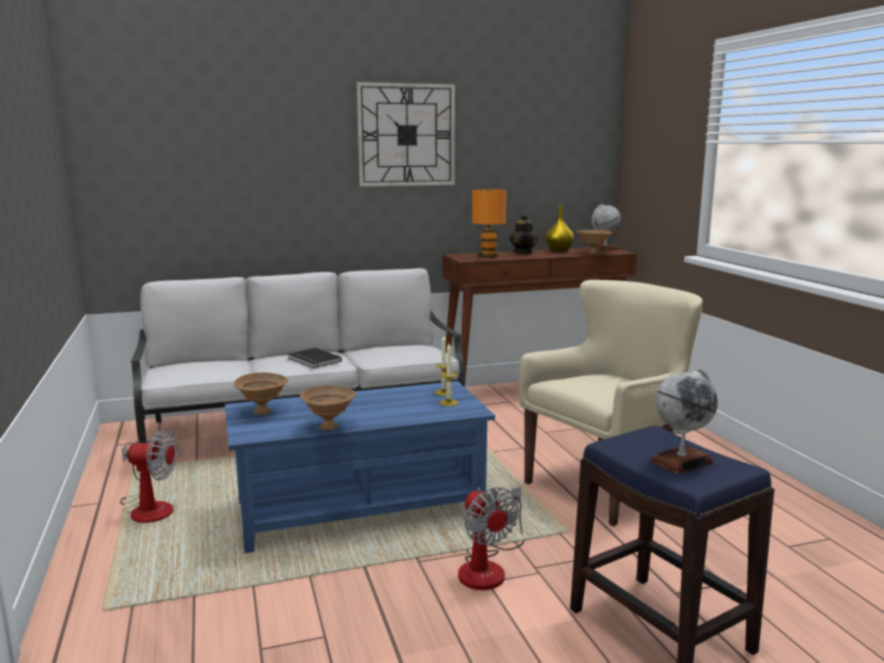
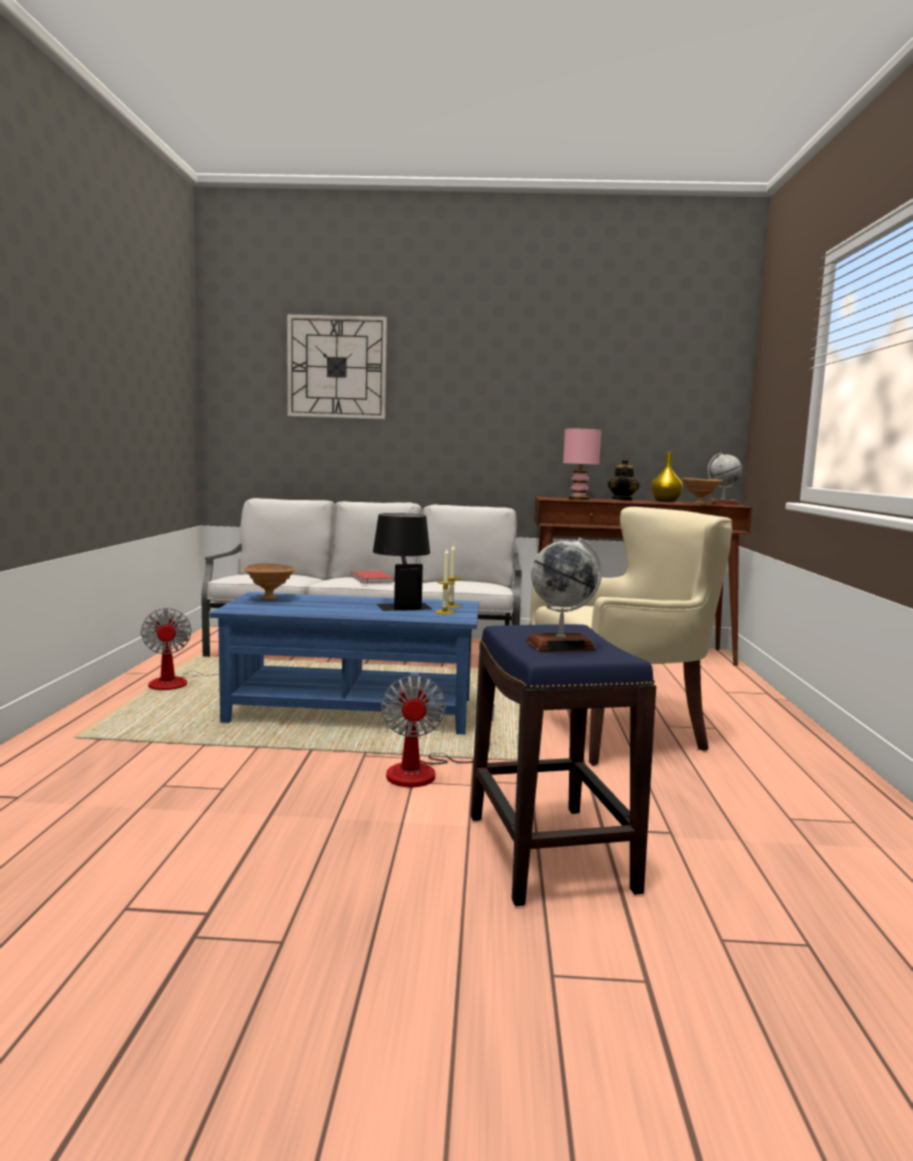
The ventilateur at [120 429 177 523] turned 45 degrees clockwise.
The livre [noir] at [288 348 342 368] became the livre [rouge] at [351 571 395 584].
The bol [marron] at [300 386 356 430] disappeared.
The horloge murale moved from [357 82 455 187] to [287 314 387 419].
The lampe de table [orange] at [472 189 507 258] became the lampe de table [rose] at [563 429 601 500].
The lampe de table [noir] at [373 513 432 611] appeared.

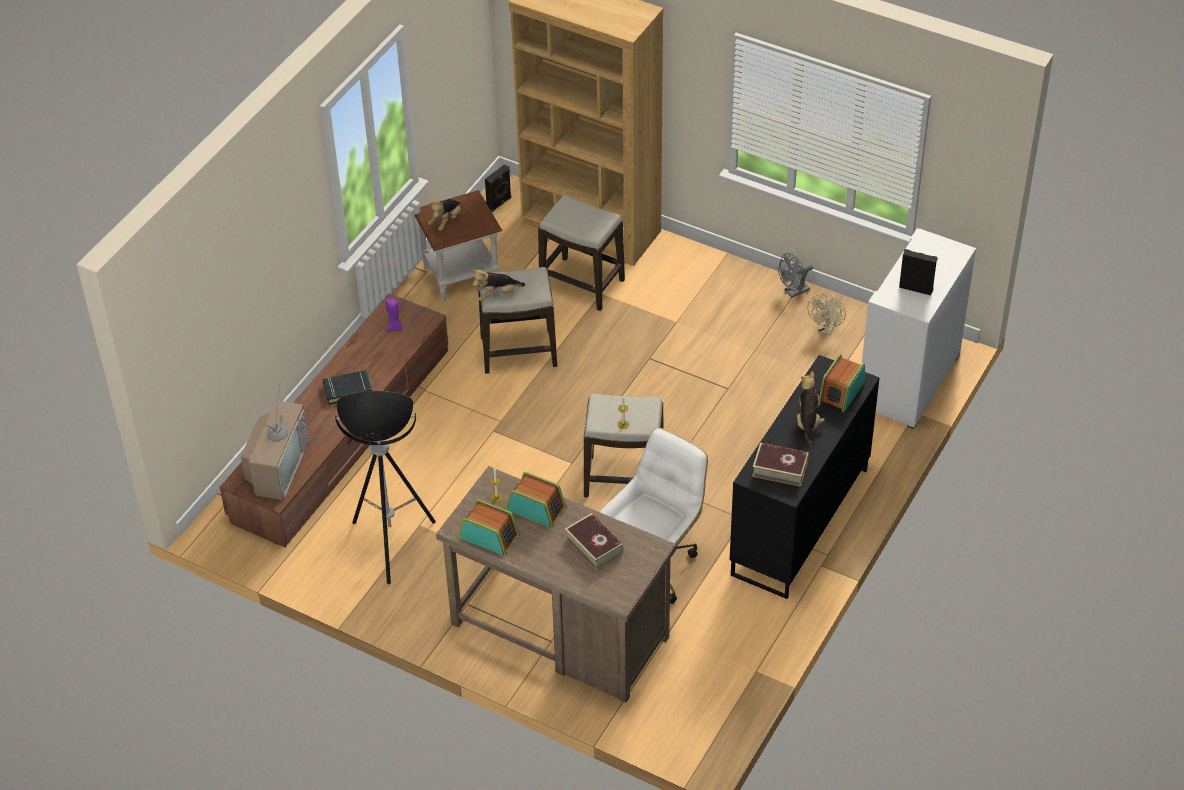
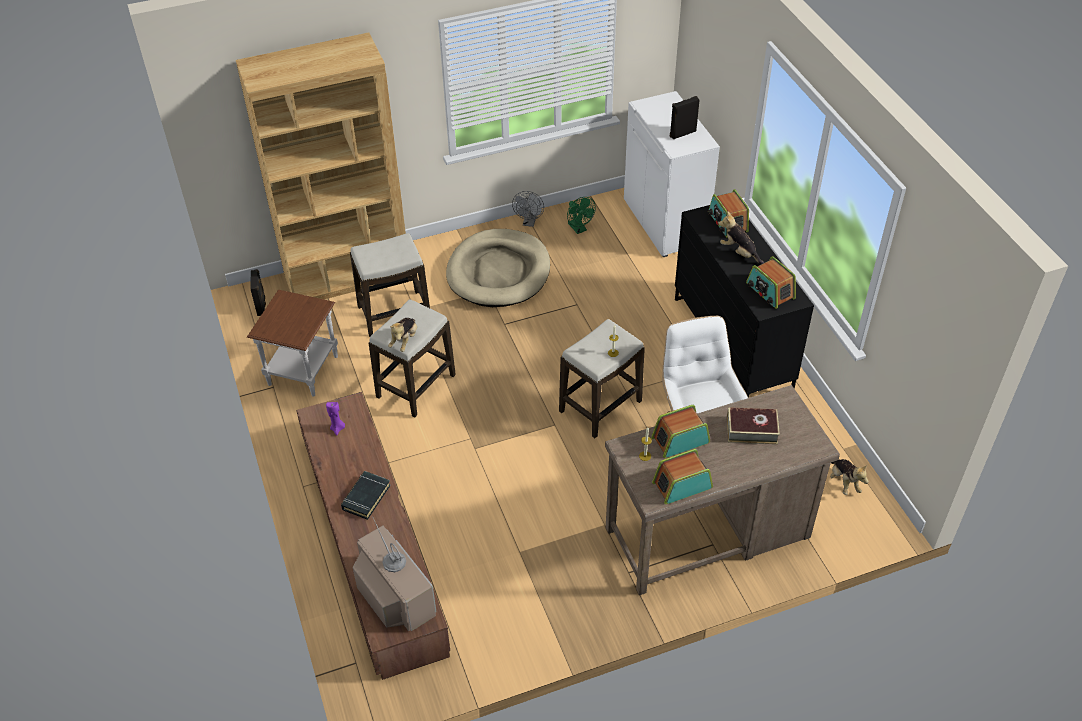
The lampadaire at [334 391 436 584] disappeared.
The peluche moved from [428 199 462 231] to [830 459 868 495].
The livre at [752 442 809 487] was replaced by the radio at [746 256 796 309].
The ventilateur [beige] at [808 294 846 335] became the ventilateur [vert] at [567 197 596 234].
The panier pour chien [beige] at [446 229 550 307] appeared.

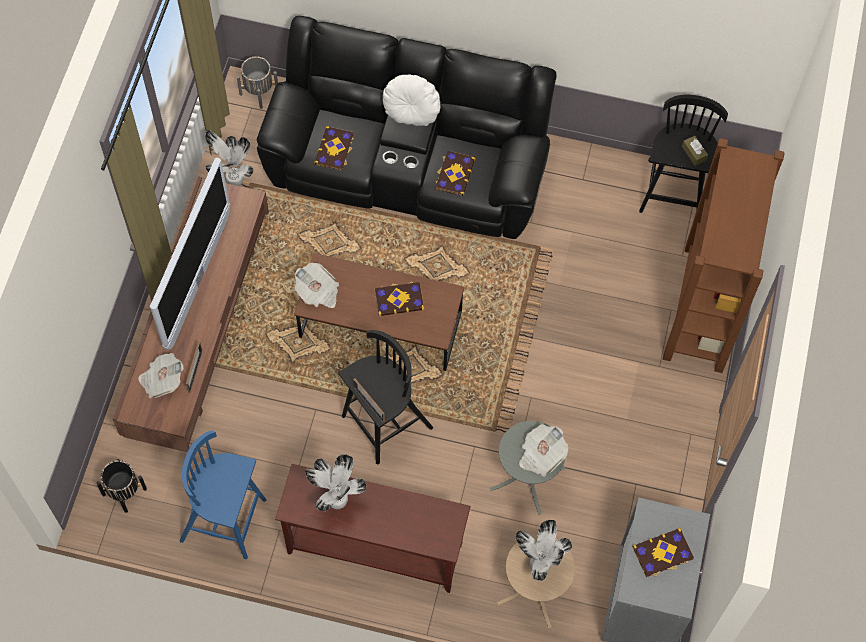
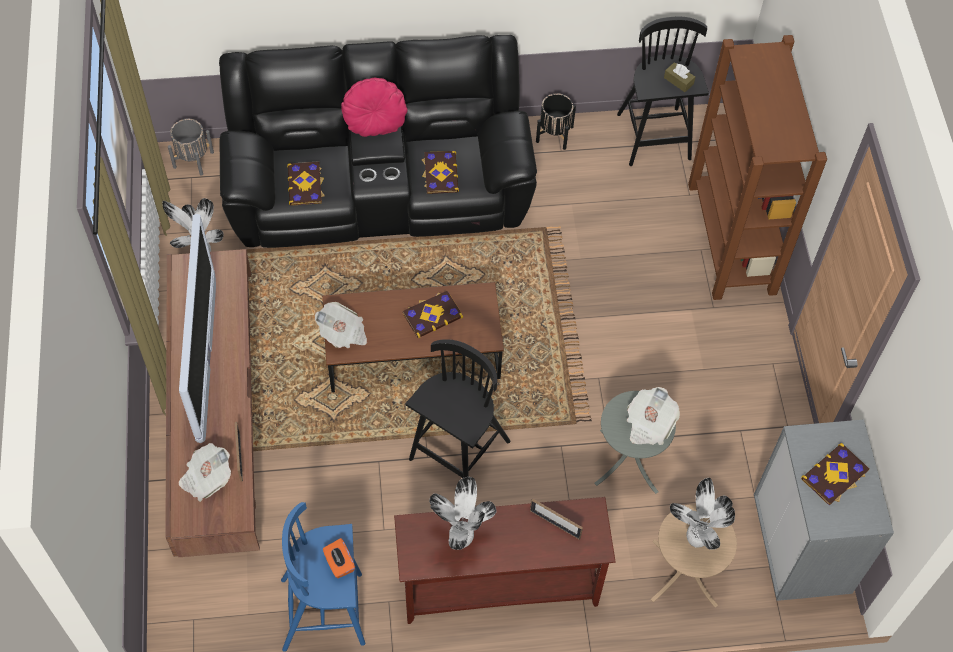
The cache-pot [noir] moved from [96 459 147 513] to [536 93 576 150].
The cadre photo moved from [353 378 385 423] to [530 498 583 540].
The coussin [blanc] at [383 74 441 126] became the coussin [rose] at [341 78 408 137].
The boîte à mouchoirs [orange] at [323 538 355 578] appeared.

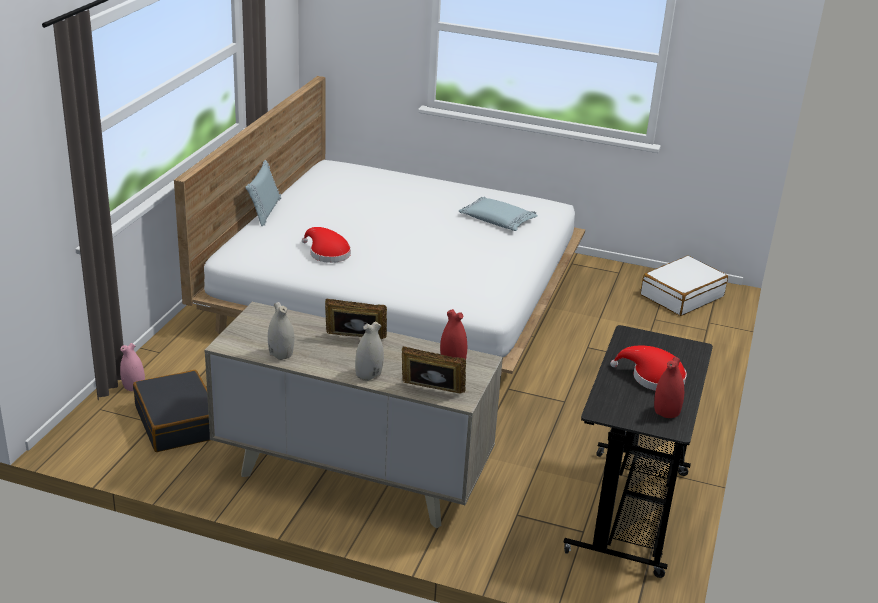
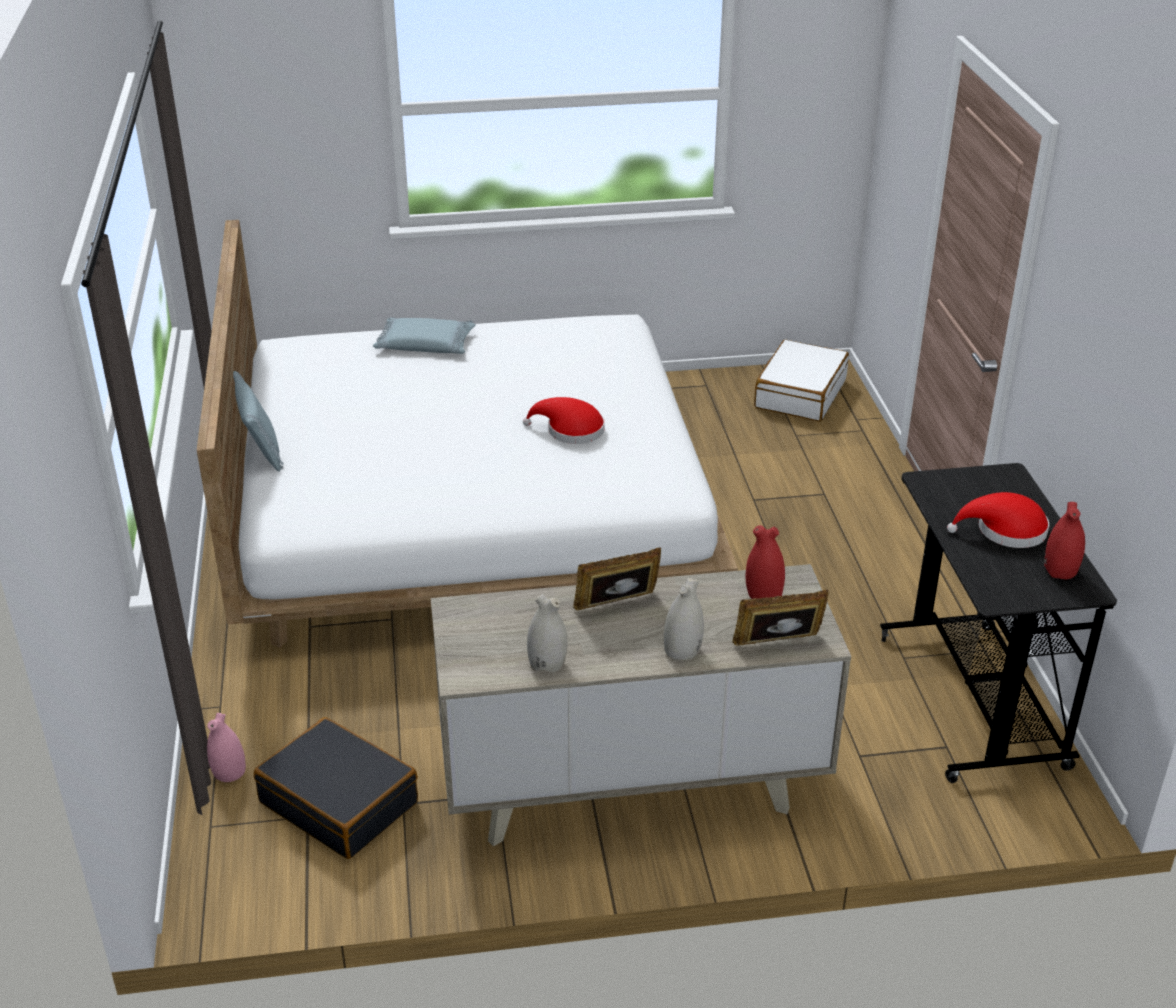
The chapeau [rouge] moved from [302 227 351 263] to [523 397 605 444].
The coussin [bleu] moved from [459 196 538 231] to [373 317 476 354].

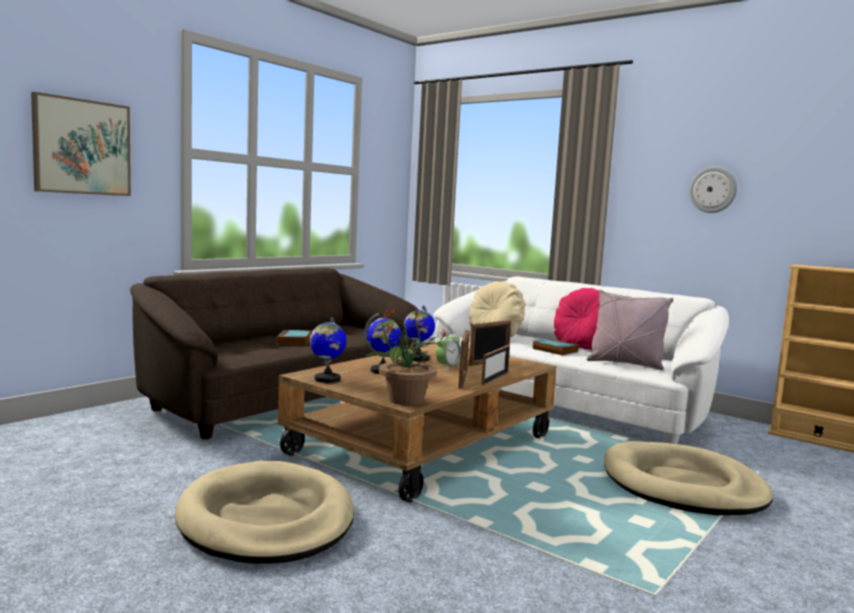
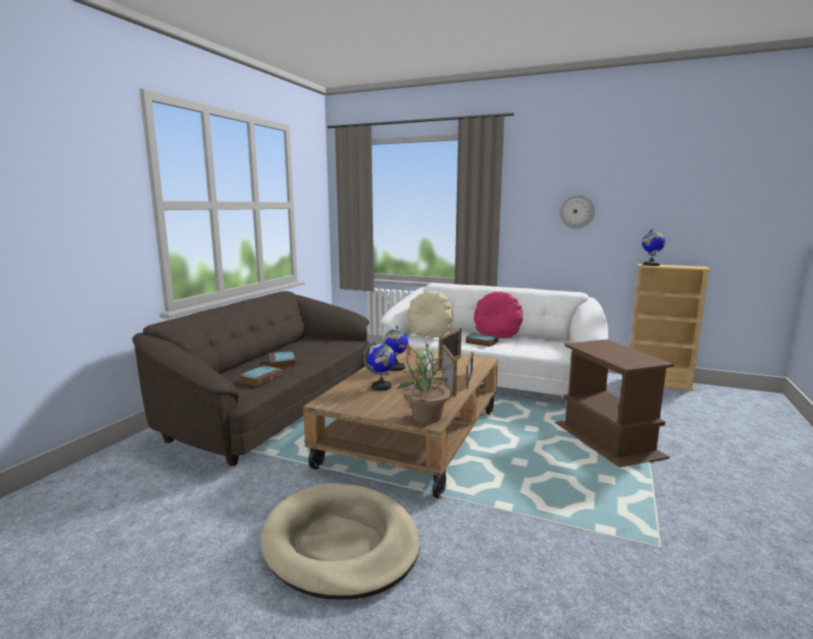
The tableau at [31 92 131 196] disappeared.
The globe moved from [309 317 347 383] to [642 229 665 266].
The coussin [violet] at [587 290 673 370] disappeared.
The panier pour chien [beige] at [604 441 773 515] was replaced by the table d'appoint [marron] at [555 339 674 467].
The livre at [239 365 283 387] appeared.

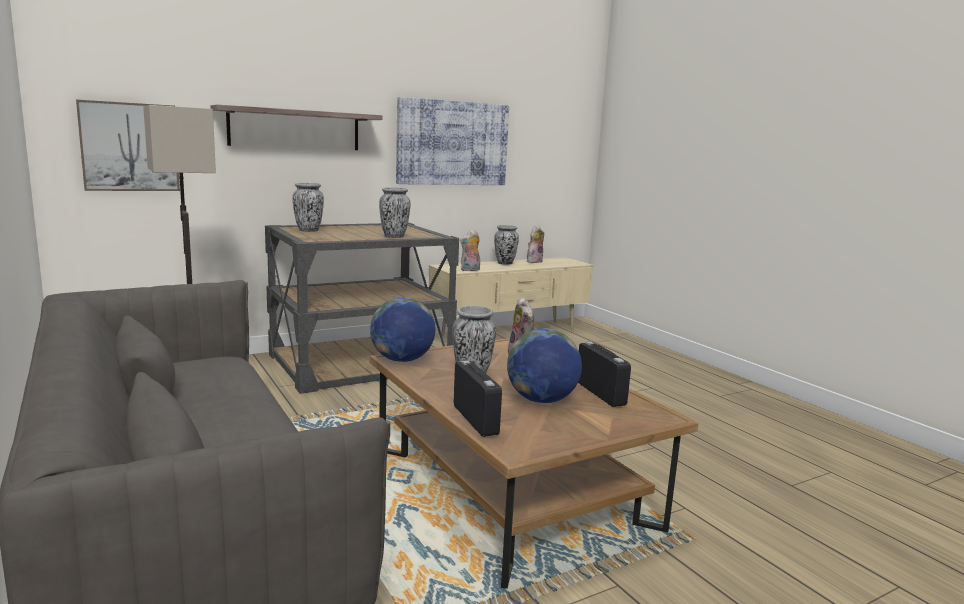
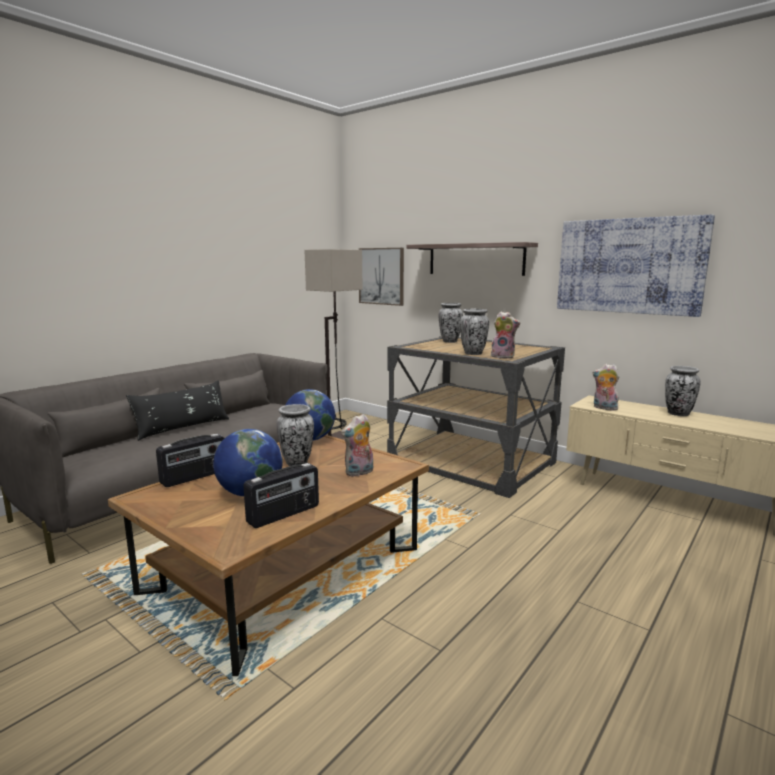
The peluche moved from [527 225 544 263] to [491 311 520 359].
The coussin [noir] at [126 380 229 441] appeared.

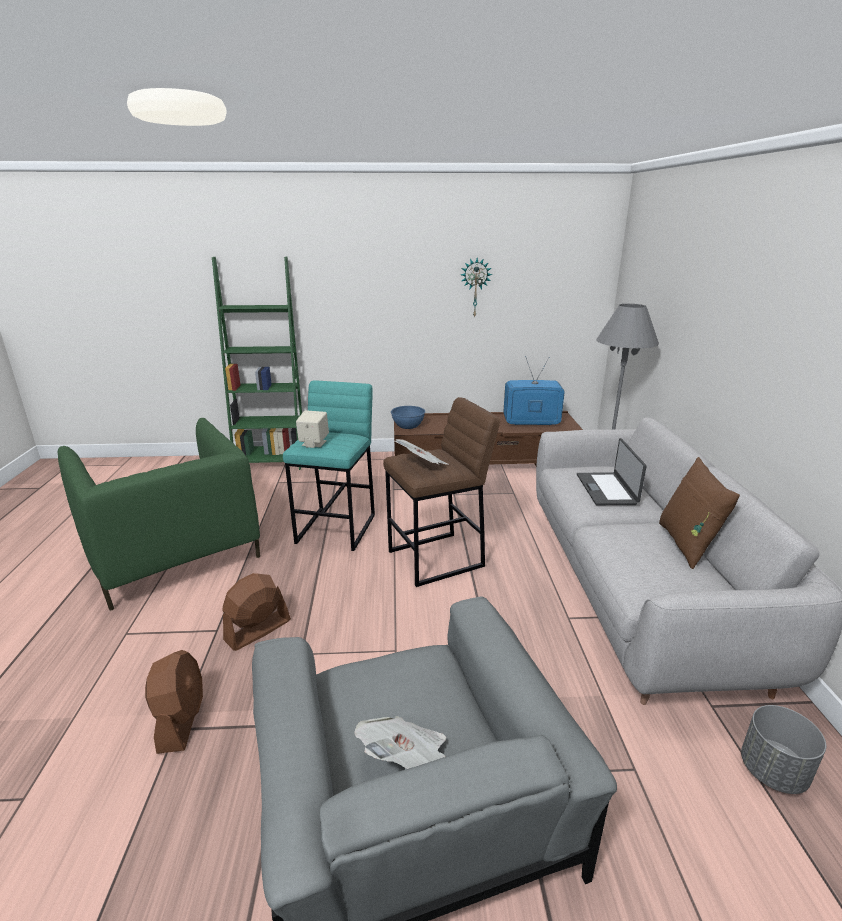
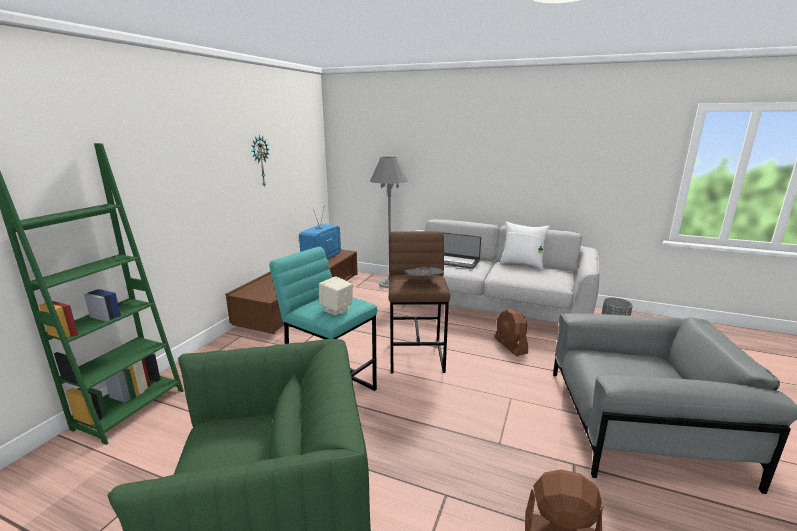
The ventilateur [marron] moved from [222 573 291 651] to [495 308 528 356].
The journal at [355 716 446 769] disappeared.
The bol [bleu] at [391 406 425 429] disappeared.
The coussin [marron] at [659 457 740 569] became the coussin [blanc] at [500 221 550 270].

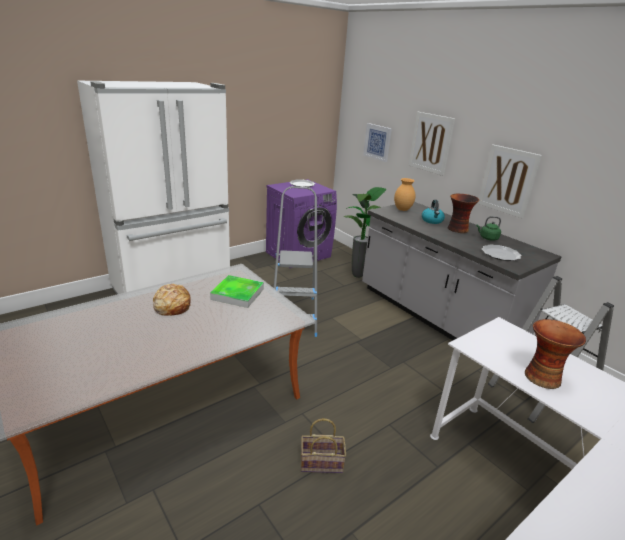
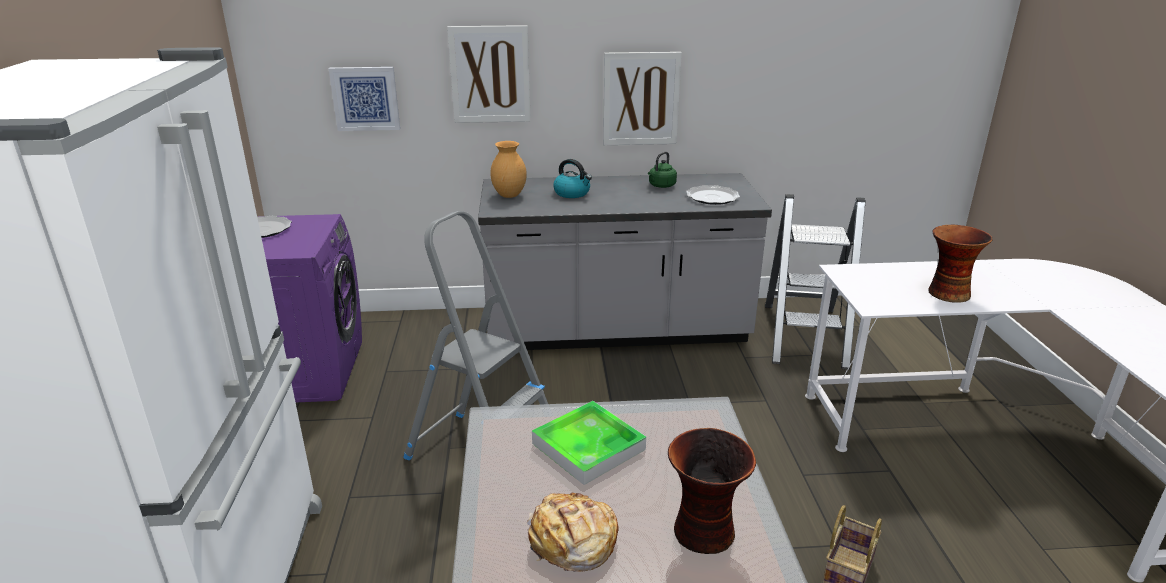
The plante en pot at [344 187 387 278] disappeared.
The vase moved from [447 194 479 233] to [668 428 756 554].

